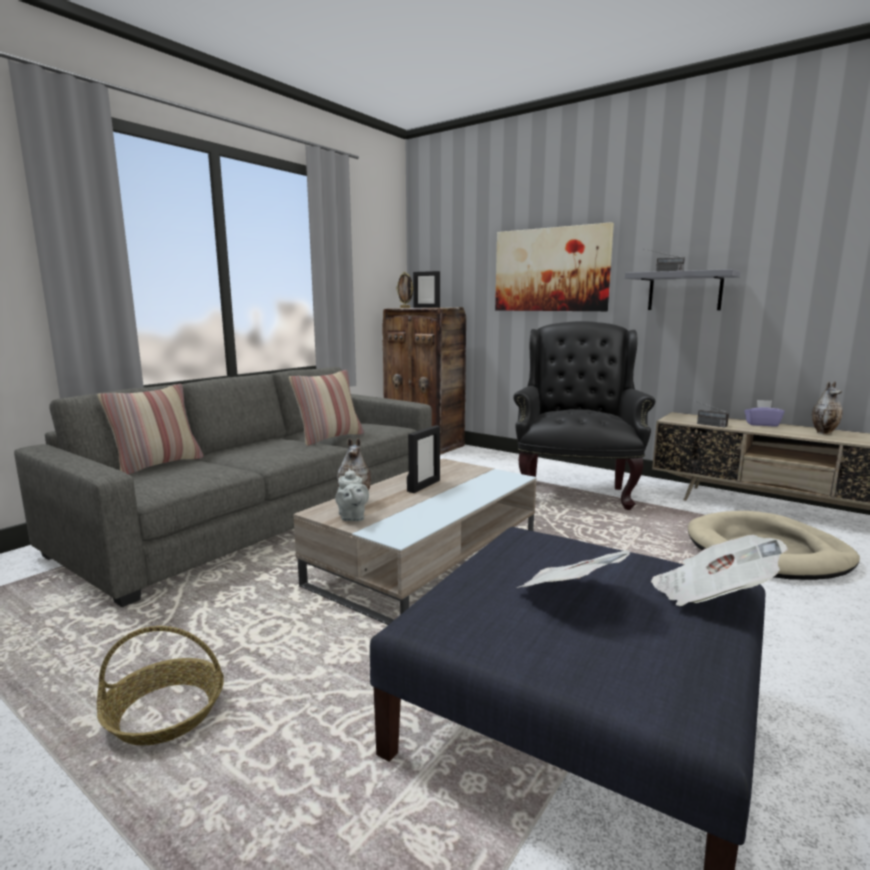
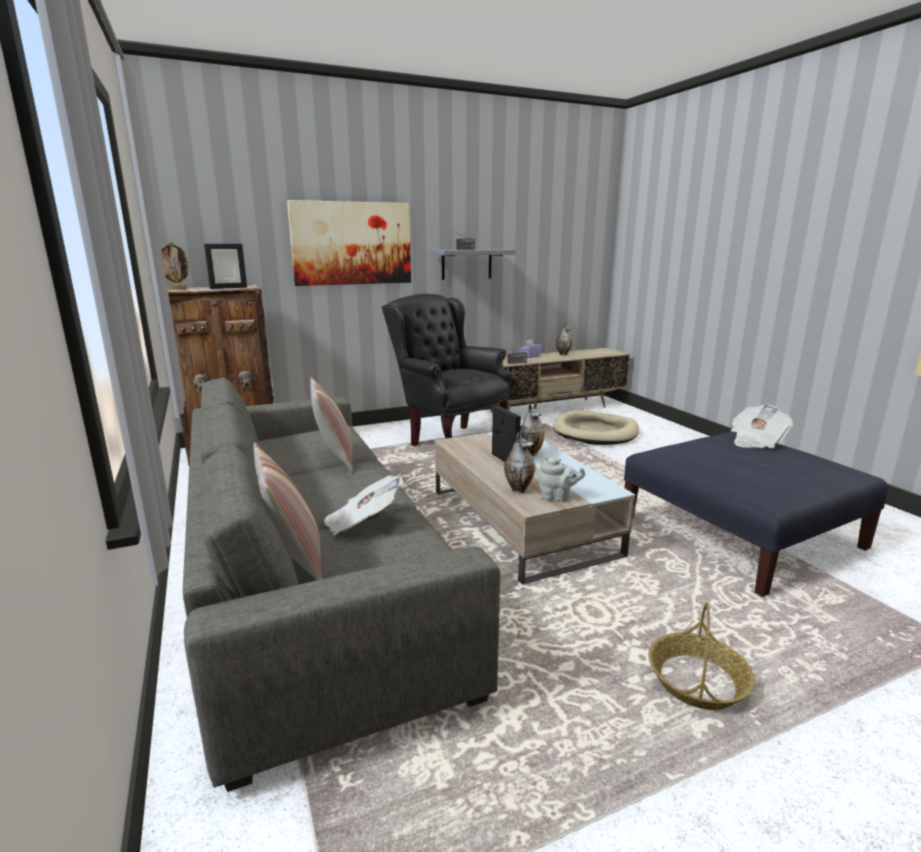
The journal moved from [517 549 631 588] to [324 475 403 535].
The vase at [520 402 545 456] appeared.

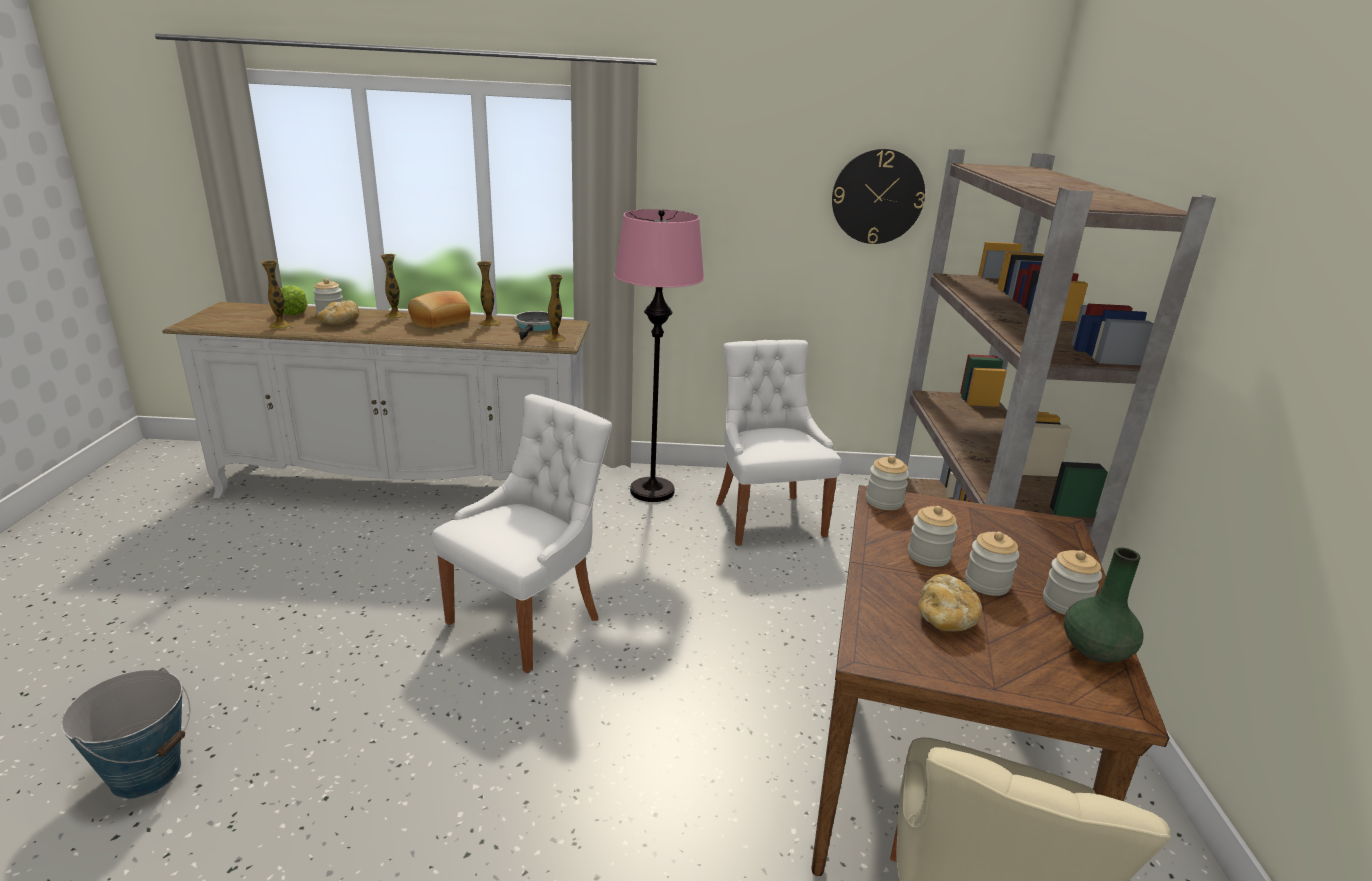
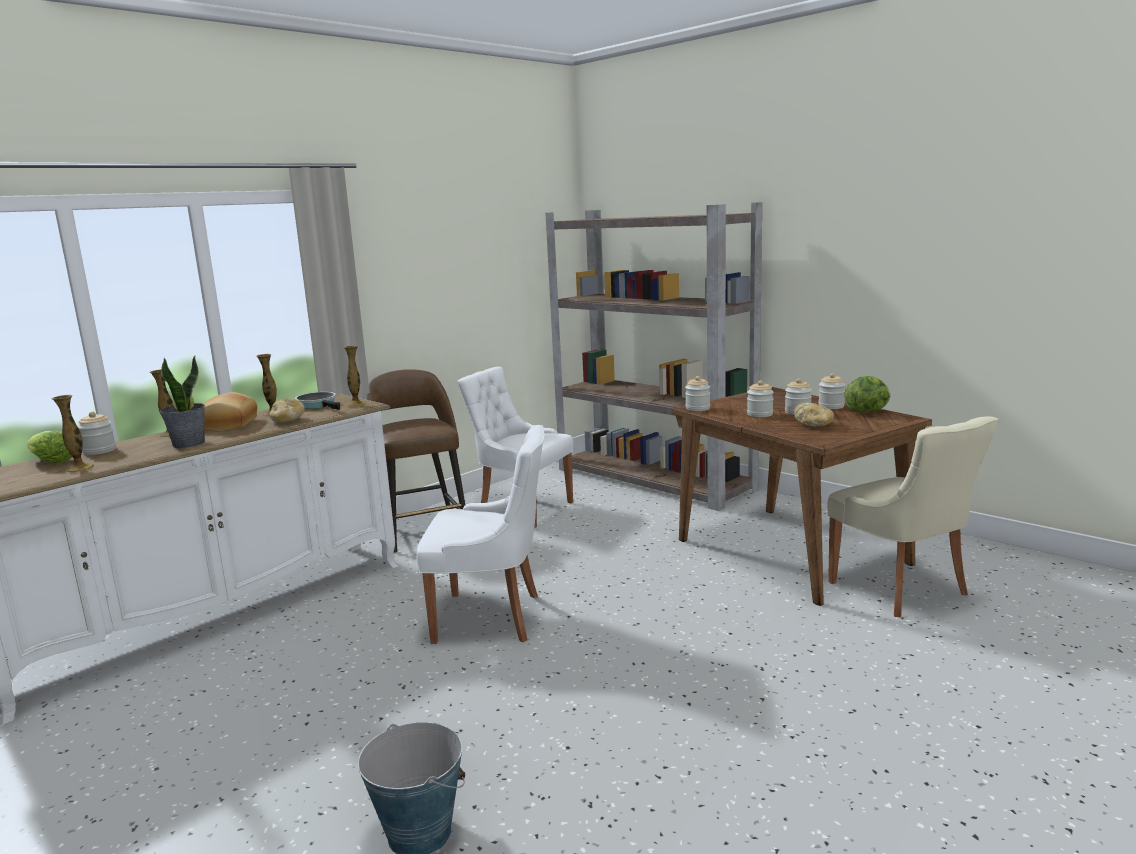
The pain moved from [317 300 359 325] to [269 398 305 422].
The chaise [blanc] at [432 394 612 673] turned 105 degrees clockwise.
The lampadaire [rose] at [614 209 704 502] was replaced by the tabouret [marron] at [367 369 465 553].
The horloge murale at [832 149 925 244] disappeared.
The vase [vert] at [1064 547 1144 663] was replaced by the laitue at [844 376 890 413].
The plante en pot at [160 356 205 448] appeared.

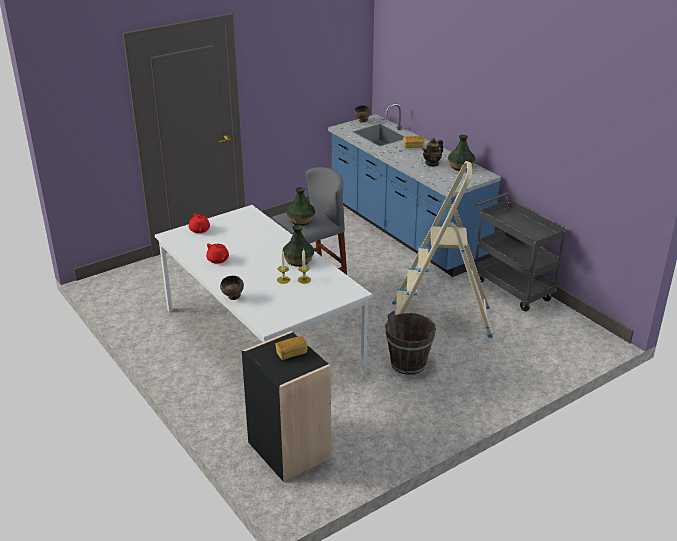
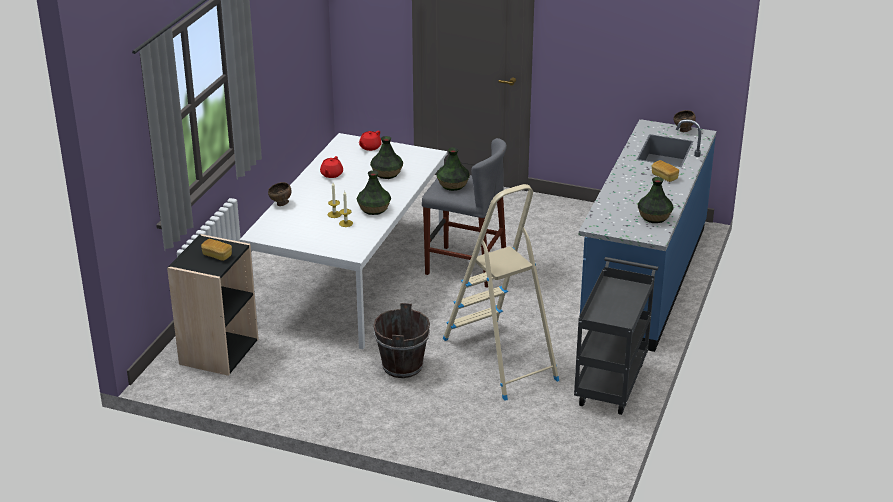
The théière at [423 138 443 167] disappeared.
The vase at [370 136 403 179] appeared.

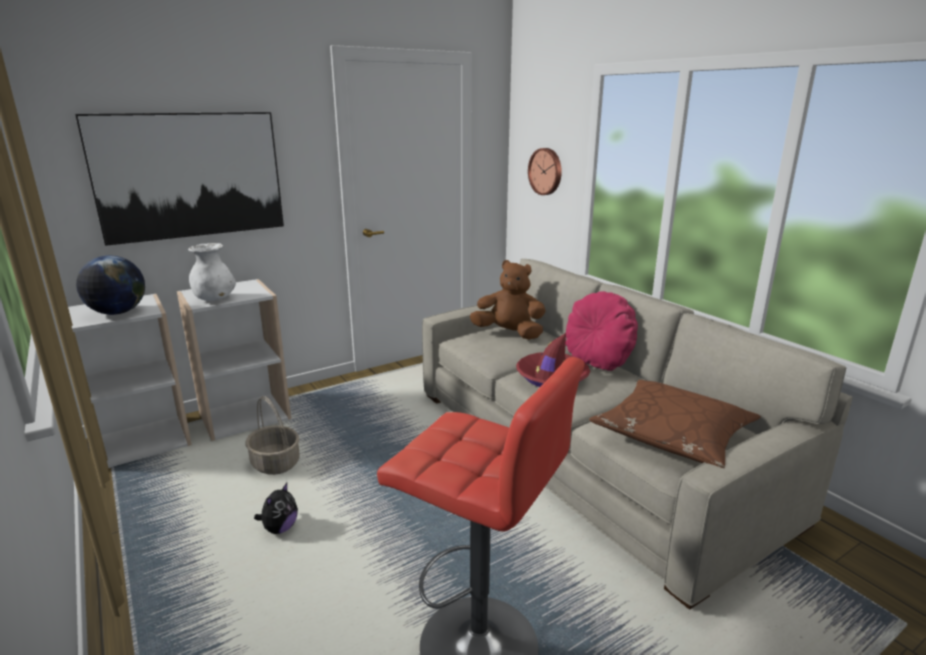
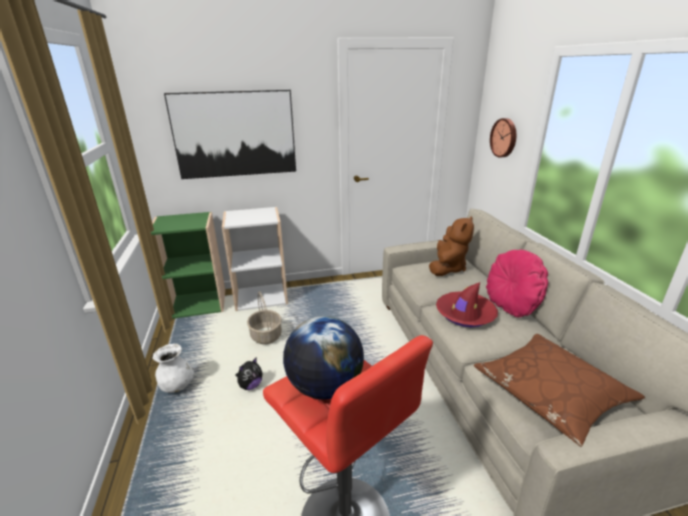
The bibliothèque [blanc] at [68 294 192 468] became the bibliothèque [vert] at [151 212 225 319].
The globe moved from [76 255 145 315] to [283 316 364 400].
The vase [blanc] moved from [188 243 236 301] to [153 344 194 393].
The peluche [marron] at [470 260 546 340] turned 75 degrees clockwise.

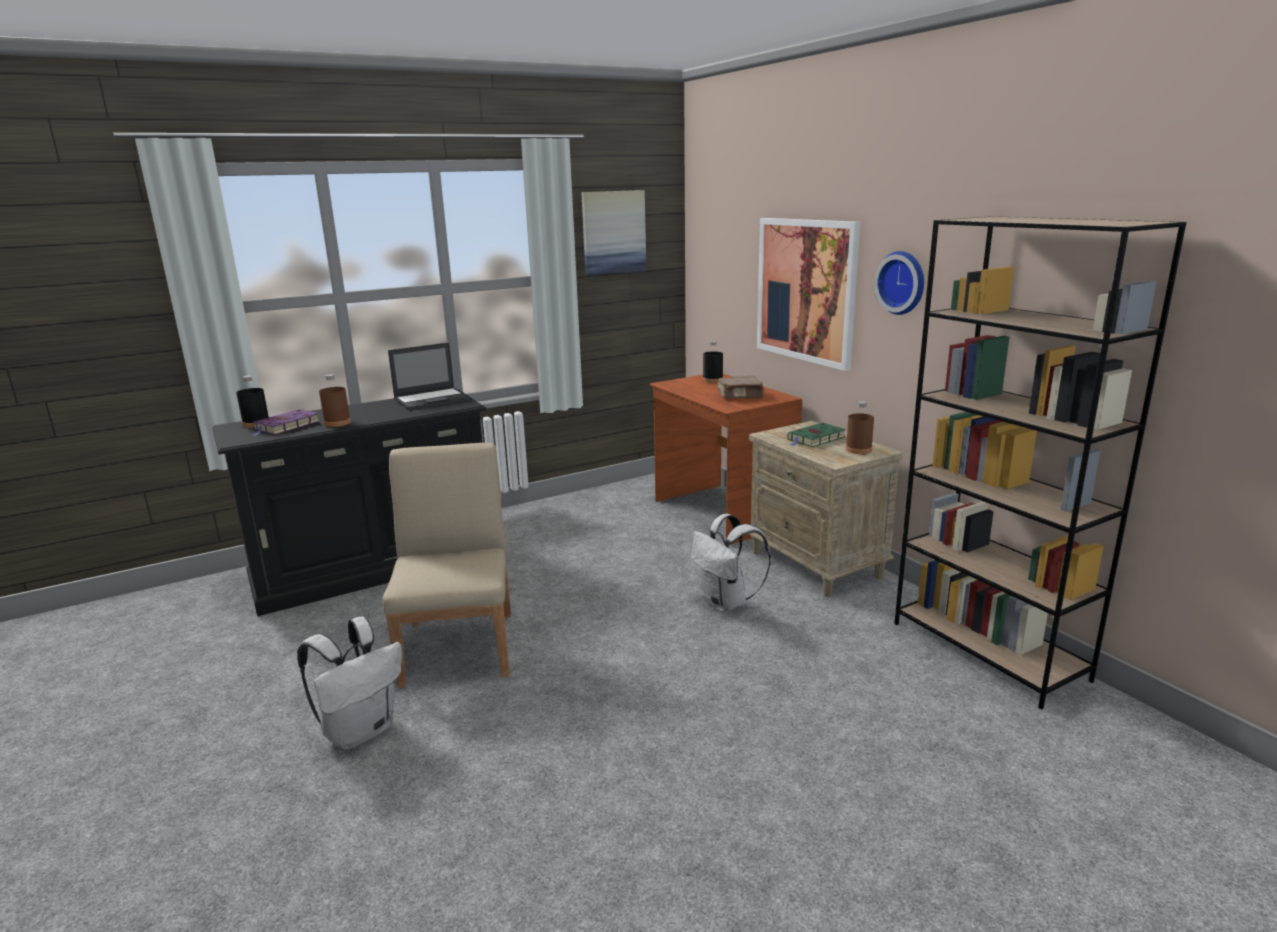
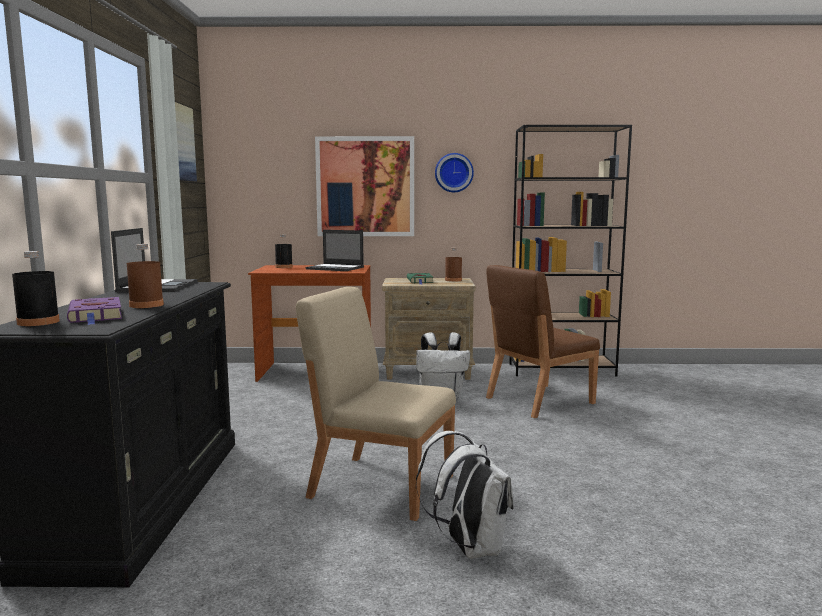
The livre [marron] at [717 376 764 399] was replaced by the ordinateur portable at [306 230 364 271].
The chaise [marron] at [486 265 600 418] appeared.

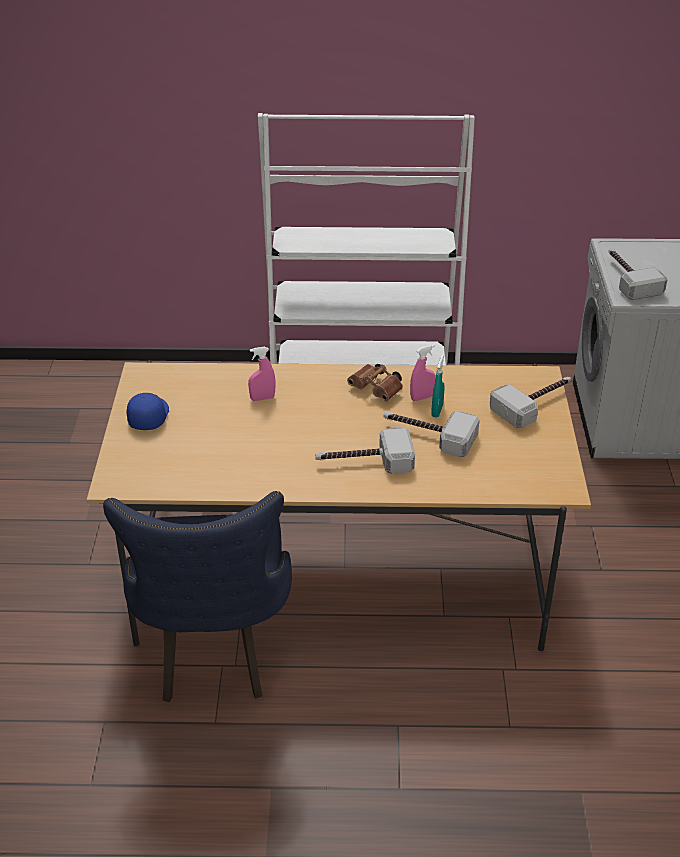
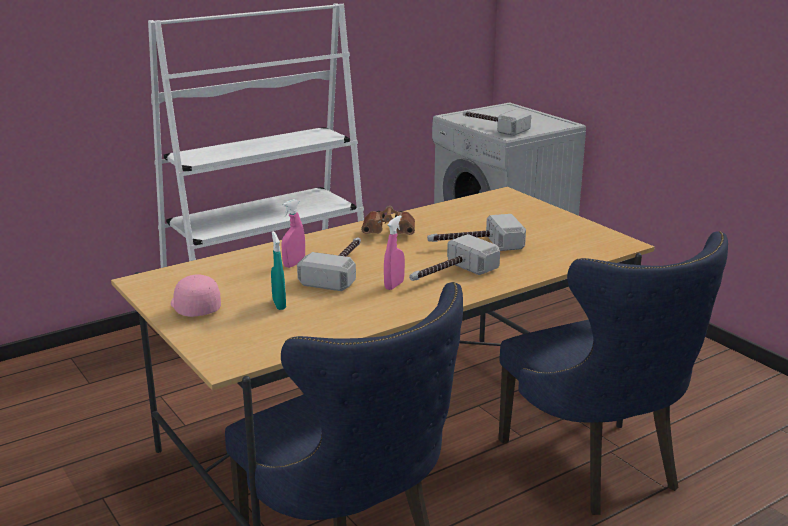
The casquette [bleu] at [127 393 169 430] became the casquette [rose] at [171 275 221 317].
The vaporisateur [rose] moved from [410 345 436 401] to [384 215 405 290].
The vaporisateur [turquoise] moved from [431 355 445 418] to [271 231 286 310].
The marteau moved from [490 377 571 428] to [297 237 361 291].
The chaise [bleu] at [499 231 728 515] appeared.

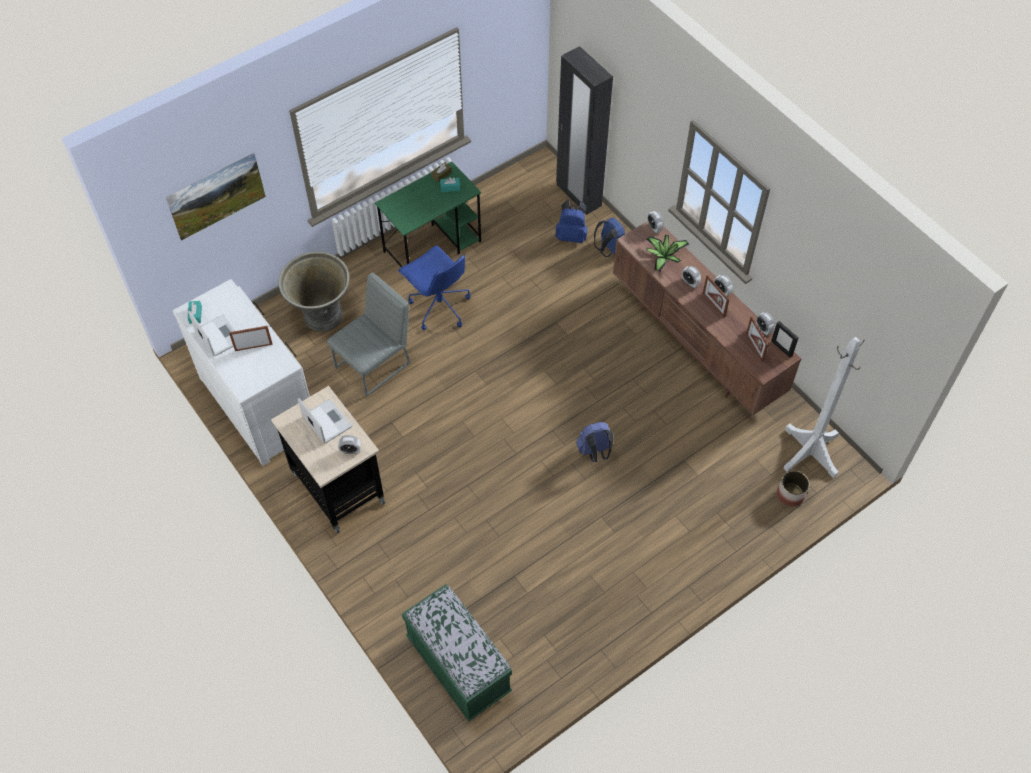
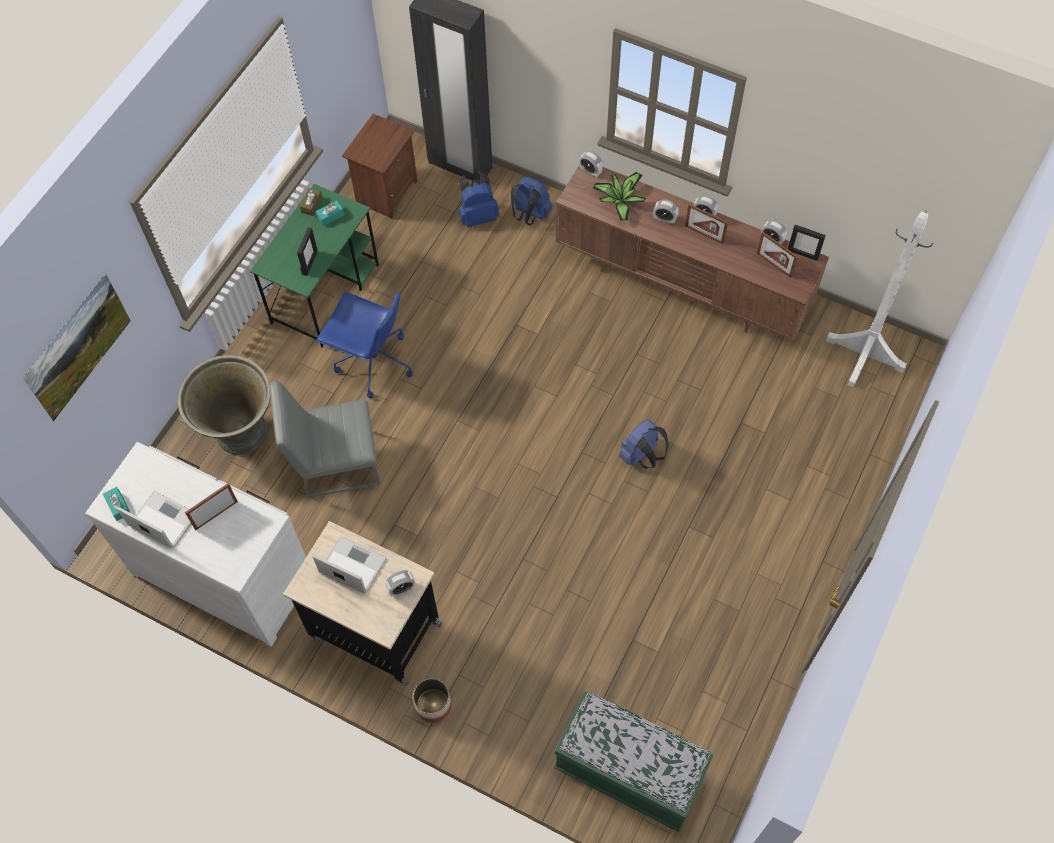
The chaise [gris] at [327 273 411 397] turned 120 degrees counterclockwise.
The cache-pot moved from [777 471 809 507] to [413 678 452 723].
The cadre photo at [297 227 318 276] appeared.
The table de chevet [marron] at [342 114 417 219] appeared.

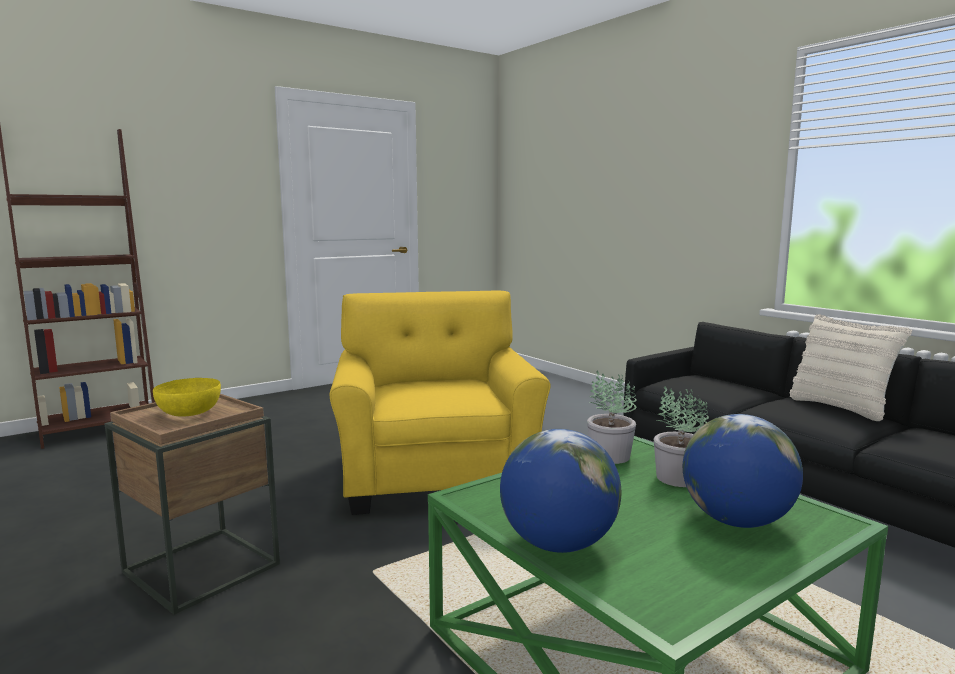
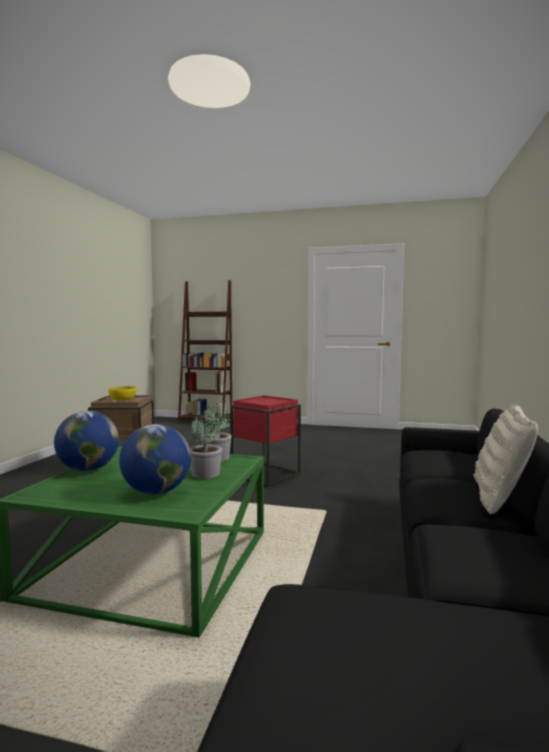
The fauteuil [jaune] at [330 291 551 515] was replaced by the table d'appoint [rouge] at [230 395 301 487].

